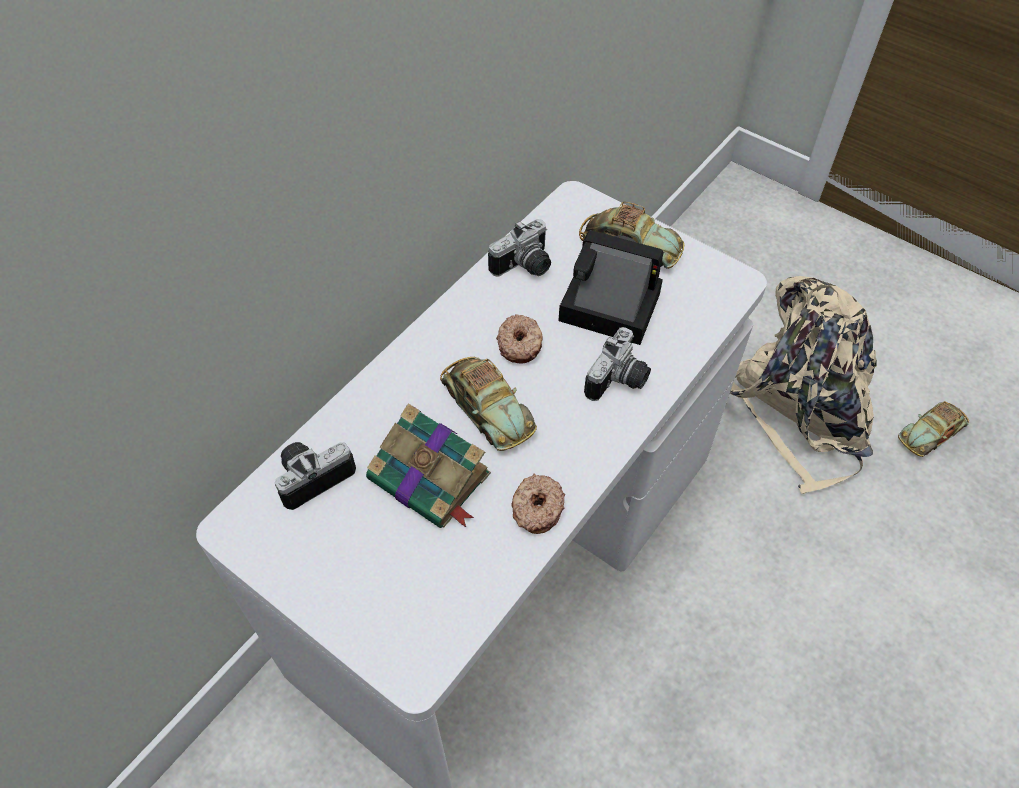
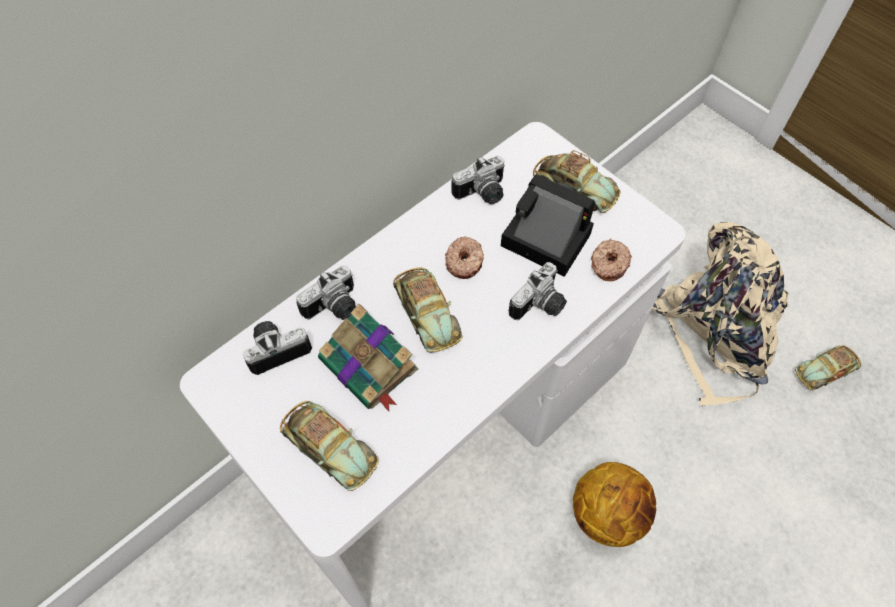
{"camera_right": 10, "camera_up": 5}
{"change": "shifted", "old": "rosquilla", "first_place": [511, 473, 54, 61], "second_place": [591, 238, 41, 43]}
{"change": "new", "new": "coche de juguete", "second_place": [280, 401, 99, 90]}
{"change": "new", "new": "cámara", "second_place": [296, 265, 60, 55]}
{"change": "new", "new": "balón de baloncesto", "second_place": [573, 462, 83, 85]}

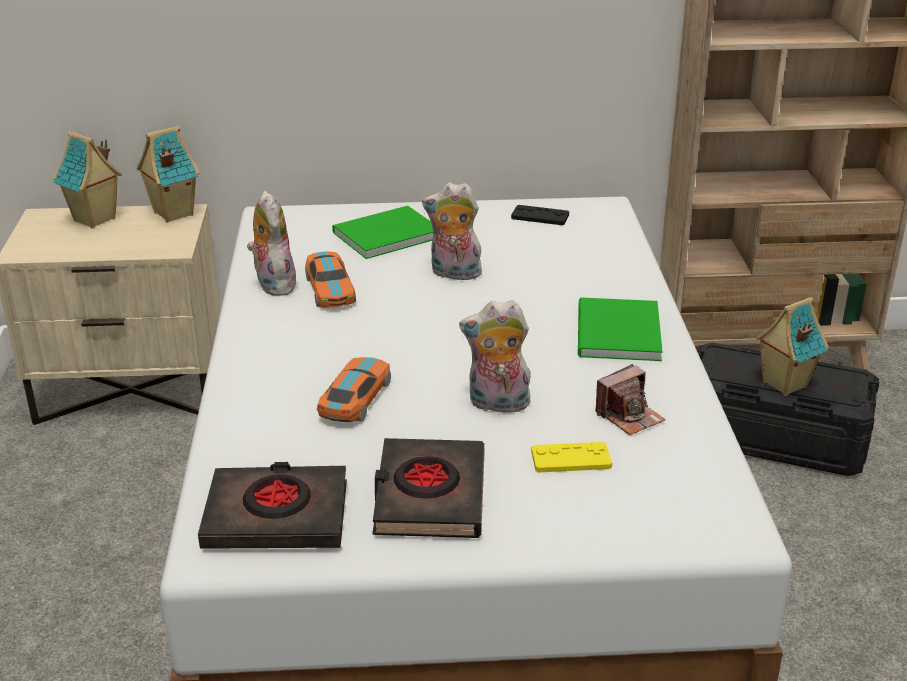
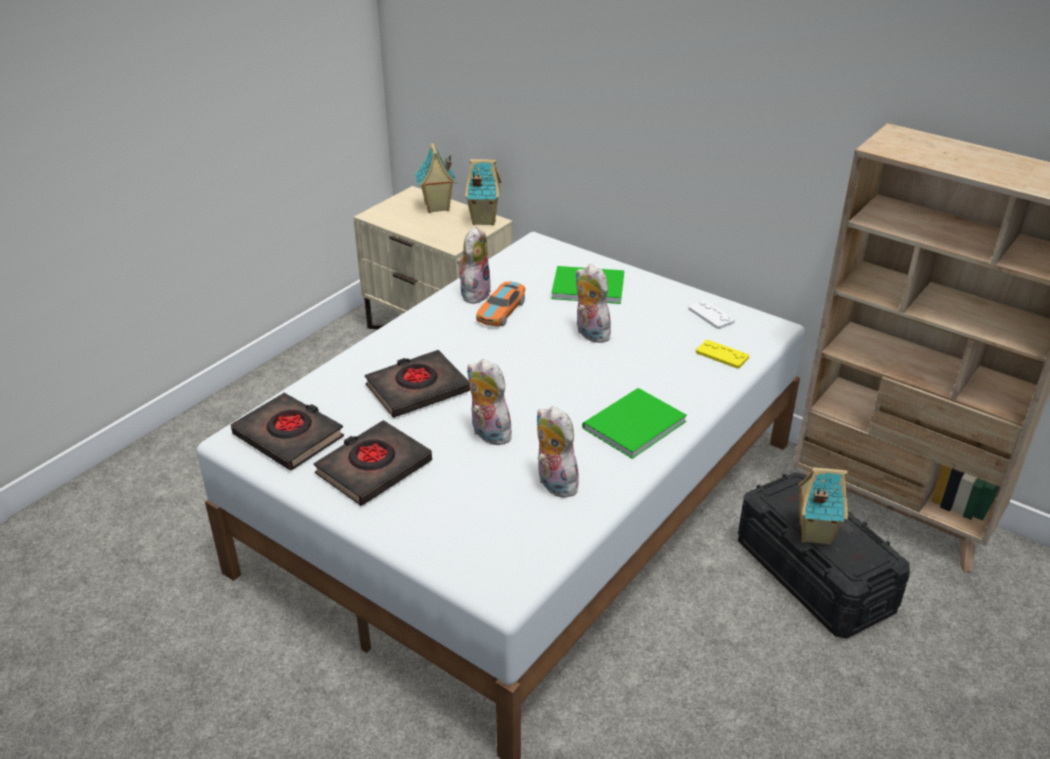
{"camera_right": 40, "camera_up": 5}
{"change": "swapped", "old": "coche de juguete", "new": "libro [negro]", "first_place": [317, 357, 74, 65], "second_place": [365, 350, 105, 68]}
{"change": "repainted", "old": "mando de consola [negro]", "new": "mando de consola [blanco]", "first_place": [511, 205, 58, 20], "second_place": [688, 300, 47, 29]}
{"change": "shifted", "old": "mando de consola [amarillo]", "first_place": [531, 442, 81, 31], "second_place": [696, 340, 53, 29]}
{"change": "swapped", "old": "cámara", "new": "peluche", "first_place": [595, 364, 71, 71], "second_place": [537, 406, 45, 92]}

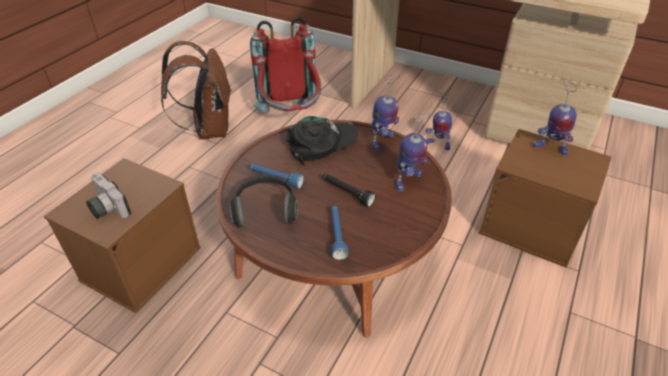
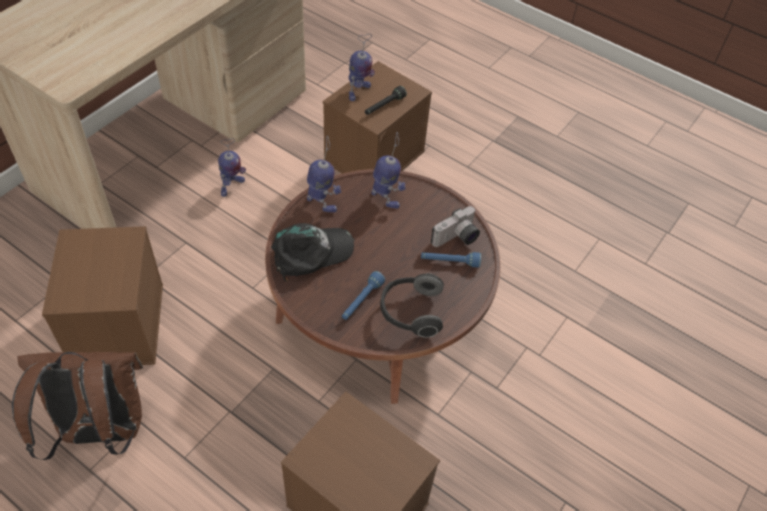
{"camera_right": -85, "camera_up": 10}
{"change": "shifted", "old": "cámara", "first_place": [86, 173, 45, 46], "second_place": [431, 206, 49, 41]}
{"change": "swapped", "old": "mochila [rojo]", "new": "caja de almacenaje [marrón]", "first_place": [250, 17, 71, 96], "second_place": [42, 226, 121, 139]}
{"change": "rotated", "old": "gorra [negro]", "first_place": [286, 116, 72, 49], "second_place": [271, 223, 84, 58], "degrees": 90}
{"change": "shifted", "old": "linterna [negro]", "first_place": [323, 174, 53, 33], "second_place": [365, 86, 42, 29]}

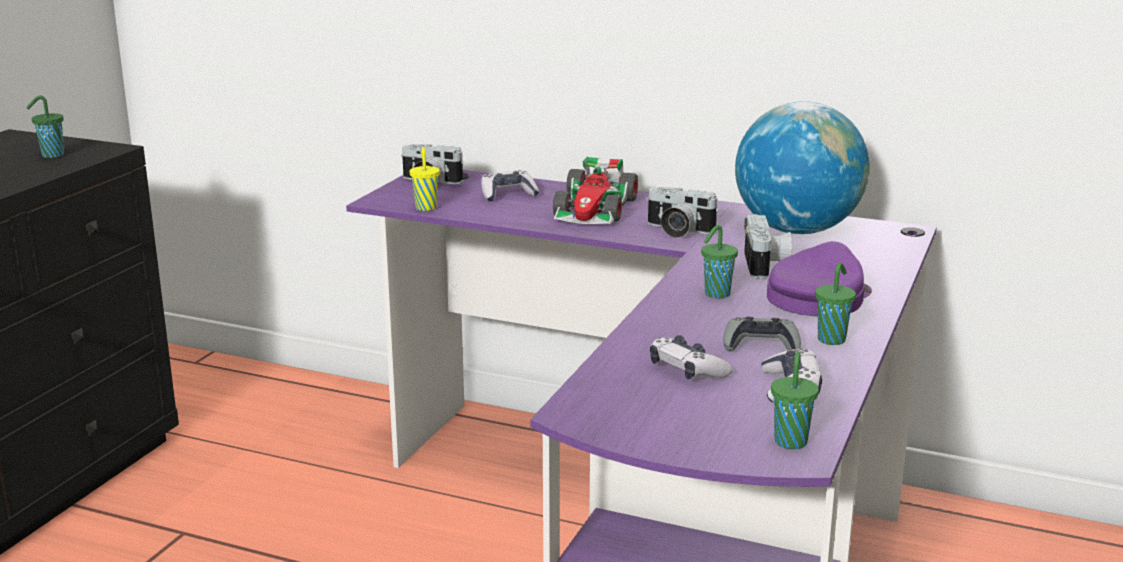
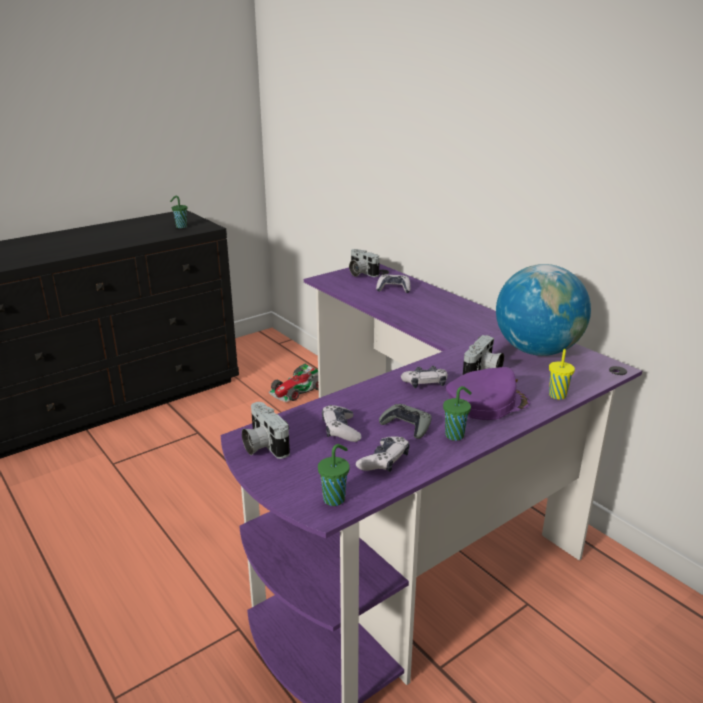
{"camera_right": 30, "camera_up": 5}
{"change": "shifted", "old": "taza [amarillo]", "first_place": [409, 148, 31, 63], "second_place": [549, 349, 26, 51]}
{"change": "shifted", "old": "coche de juguete", "first_place": [553, 157, 85, 67], "second_place": [268, 364, 51, 38]}
{"change": "shifted", "old": "cámara", "first_place": [646, 187, 73, 51], "second_place": [242, 402, 48, 57]}
{"change": "swapped", "old": "taza [verde]", "new": "mando de consola", "first_place": [701, 225, 37, 73], "second_place": [401, 366, 47, 22]}

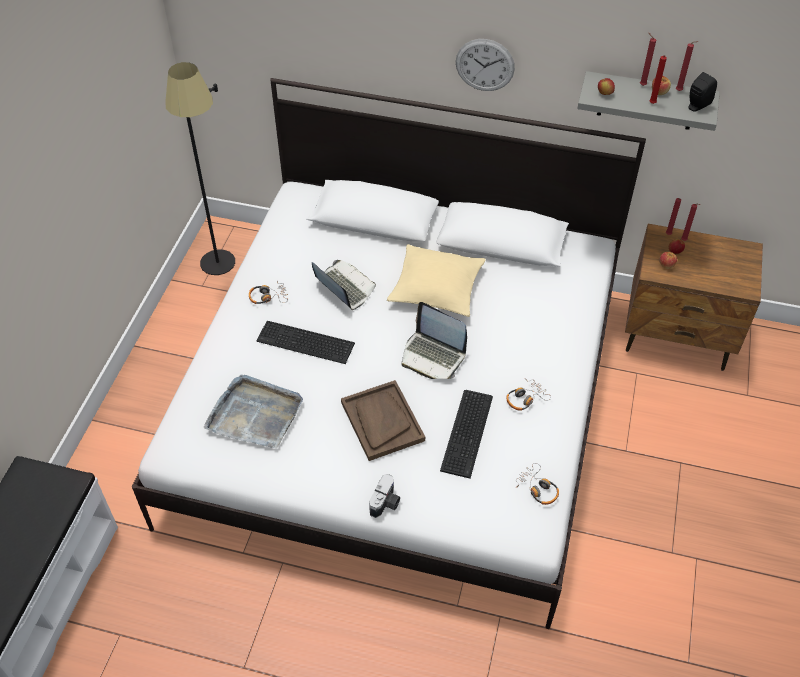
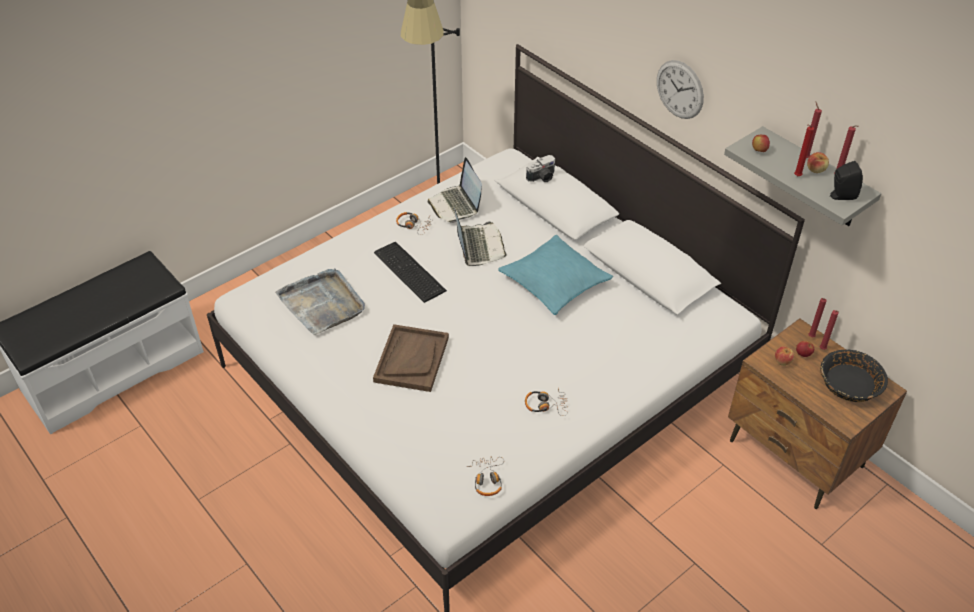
{"camera_right": 35, "camera_up": -5}
{"change": "shifted", "old": "cámara", "first_place": [370, 474, 30, 44], "second_place": [526, 155, 29, 27]}
{"change": "repainted", "old": "cojín [beis]", "new": "cojín [turquesa]", "first_place": [387, 244, 99, 73], "second_place": [498, 235, 115, 80]}
{"change": "shifted", "old": "portátil", "first_place": [402, 302, 65, 77], "second_place": [428, 157, 54, 66]}
{"change": "gone", "old": "teclado", "first_place": [440, 390, 53, 89]}
{"change": "new", "new": "cuenco [negro]", "second_place": [820, 350, 68, 52]}

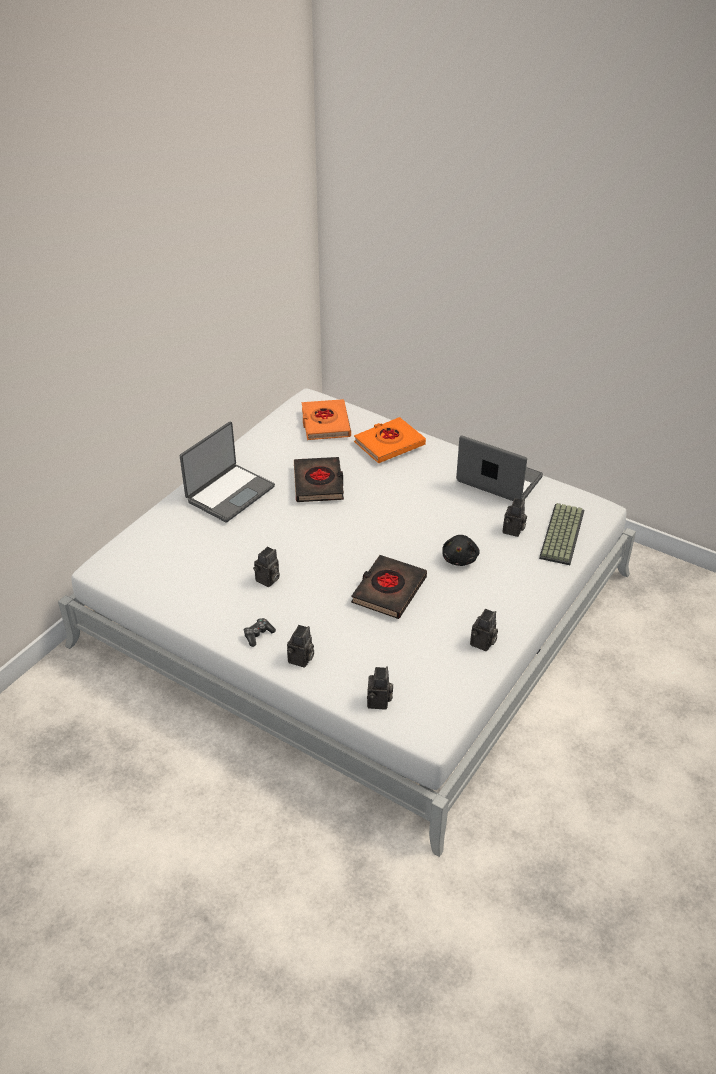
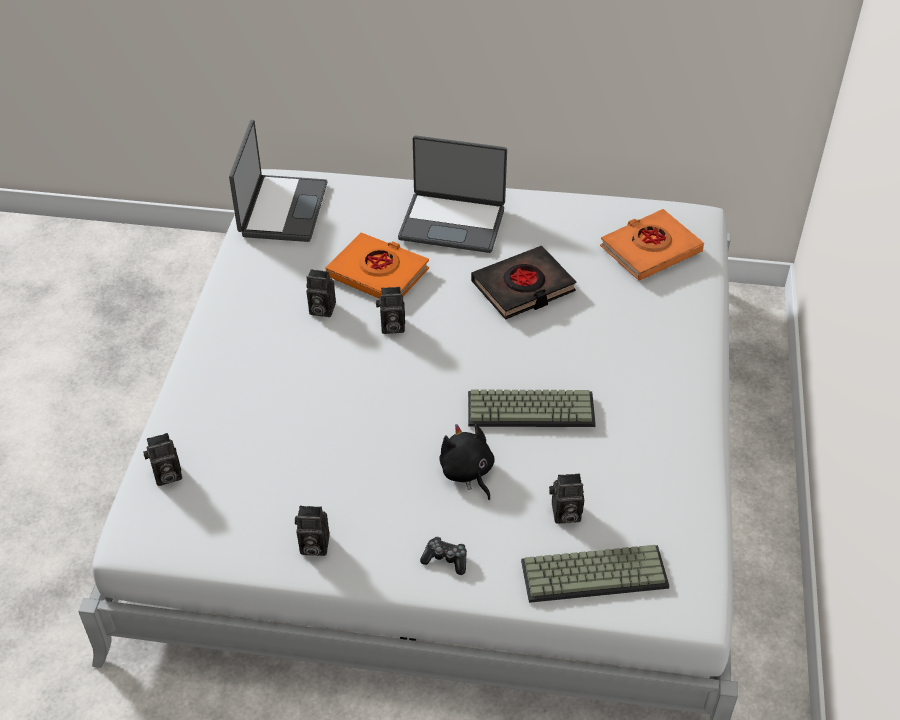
{"camera_right": 65, "camera_up": 5}
{"change": "shifted", "old": "mando de consola", "first_place": [244, 618, 32, 29], "second_place": [420, 537, 47, 38]}
{"change": "shifted", "old": "cámara", "first_place": [287, 625, 27, 43], "second_place": [376, 287, 29, 47]}
{"change": "gone", "old": "libro [negro]", "first_place": [351, 555, 76, 64]}
{"change": "shifted", "old": "libro [naranja]", "first_place": [354, 417, 72, 46], "second_place": [326, 233, 103, 66]}
{"change": "rotated", "old": "peluche [negro]", "first_place": [442, 535, 38, 31], "second_place": [440, 424, 55, 76], "degrees": 75}
{"change": "shifted", "old": "portátil", "first_place": [456, 435, 87, 66], "second_place": [229, 120, 98, 122]}
{"change": "new", "new": "teclado", "second_place": [468, 389, 128, 38]}

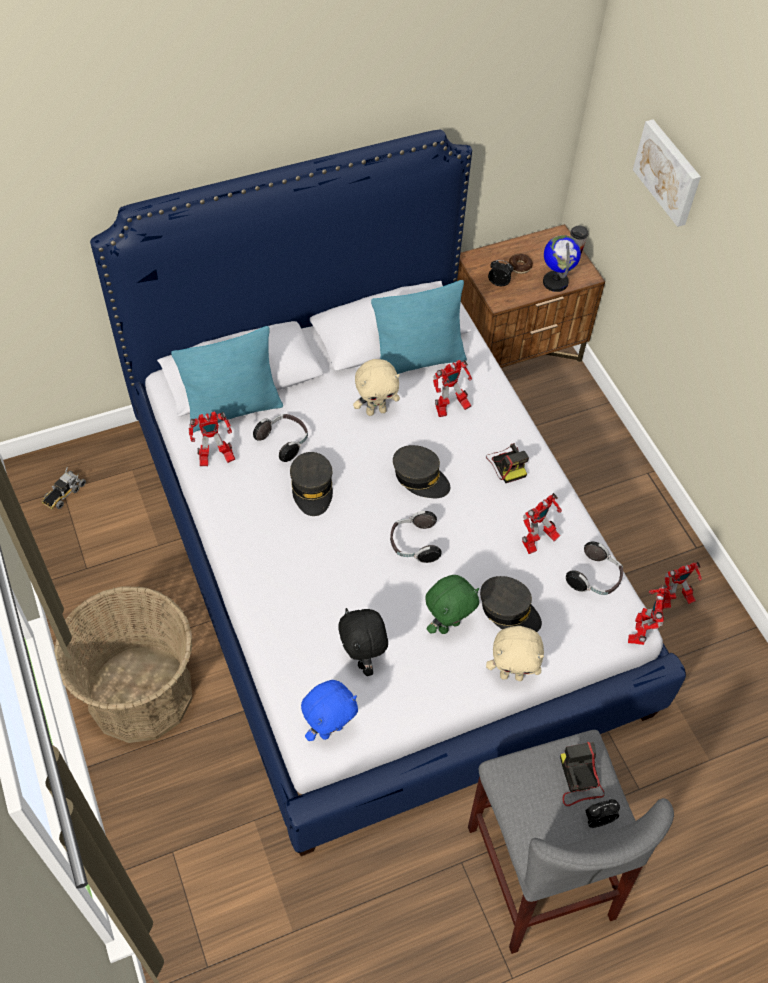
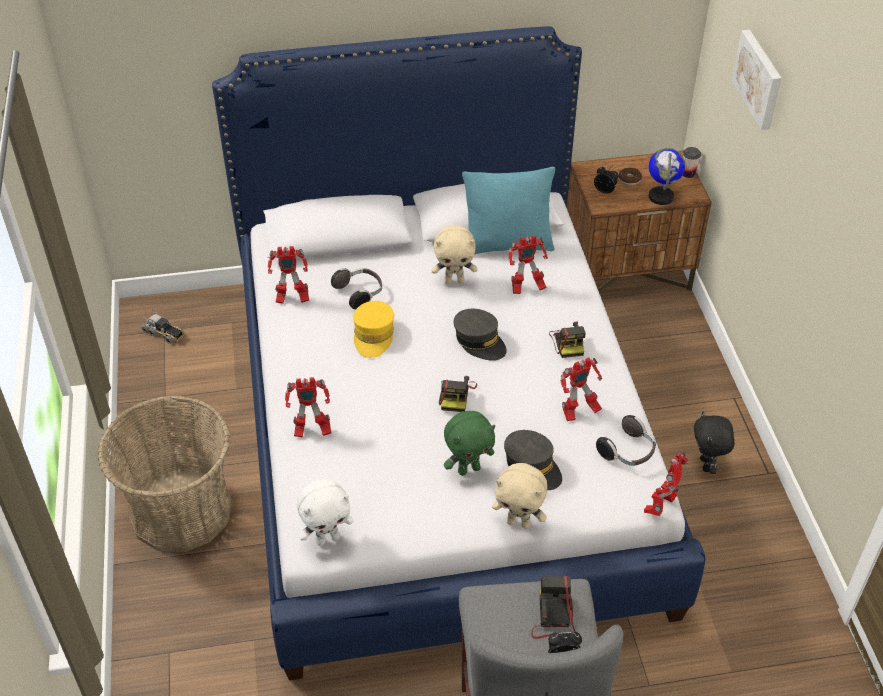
{"camera_right": 15, "camera_up": -10}
{"change": "rotated", "old": "camión de juguete", "first_place": [42, 467, 44, 43], "second_place": [141, 309, 43, 35], "degrees": -105}
{"change": "gone", "old": "cojín [turquesa]", "first_place": [171, 326, 112, 107]}
{"change": "repainted", "old": "gorra [gris]", "new": "gorra [amarillo]", "first_place": [290, 452, 43, 64], "second_place": [353, 301, 41, 57]}
{"change": "repainted", "old": "peluche [azul]", "new": "peluche [blanco]", "first_place": [301, 680, 57, 61], "second_place": [297, 479, 56, 67]}
{"change": "shifted", "old": "peluche [negro]", "first_place": [338, 608, 50, 68], "second_place": [694, 412, 40, 62]}
{"change": "swapped", "old": "auriculares", "new": "cámara", "first_place": [390, 511, 52, 52], "second_place": [439, 376, 38, 36]}
{"change": "shifted", "old": "robot de juguete", "first_place": [663, 562, 39, 47], "second_place": [285, 377, 46, 60]}

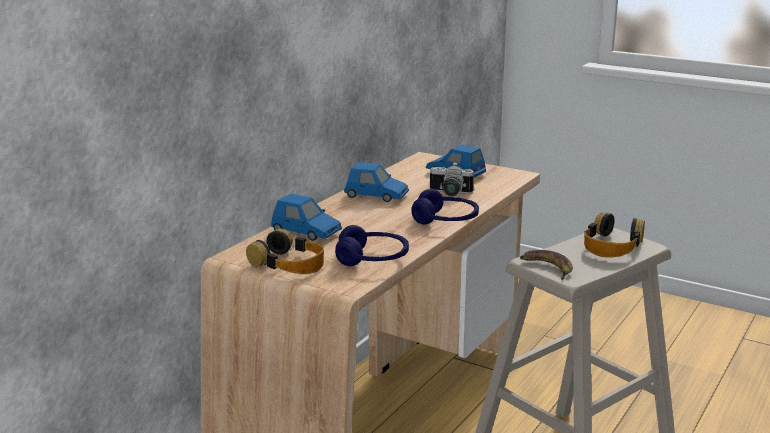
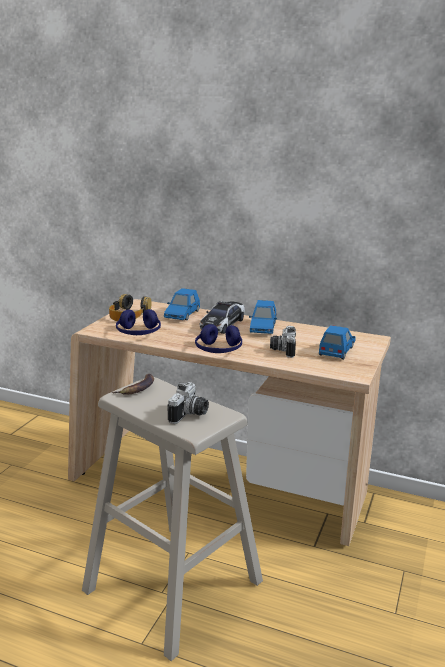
{"camera_right": 80, "camera_up": 0}
{"change": "swapped", "old": "auriculares", "new": "cámara", "first_place": [584, 212, 61, 45], "second_place": [168, 382, 41, 42]}
{"change": "new", "new": "coche de juguete", "second_place": [200, 301, 45, 33]}

